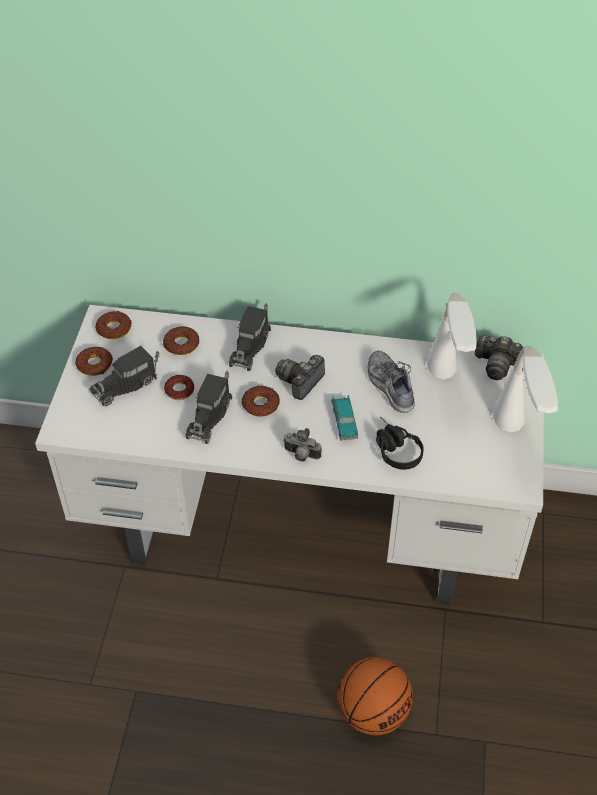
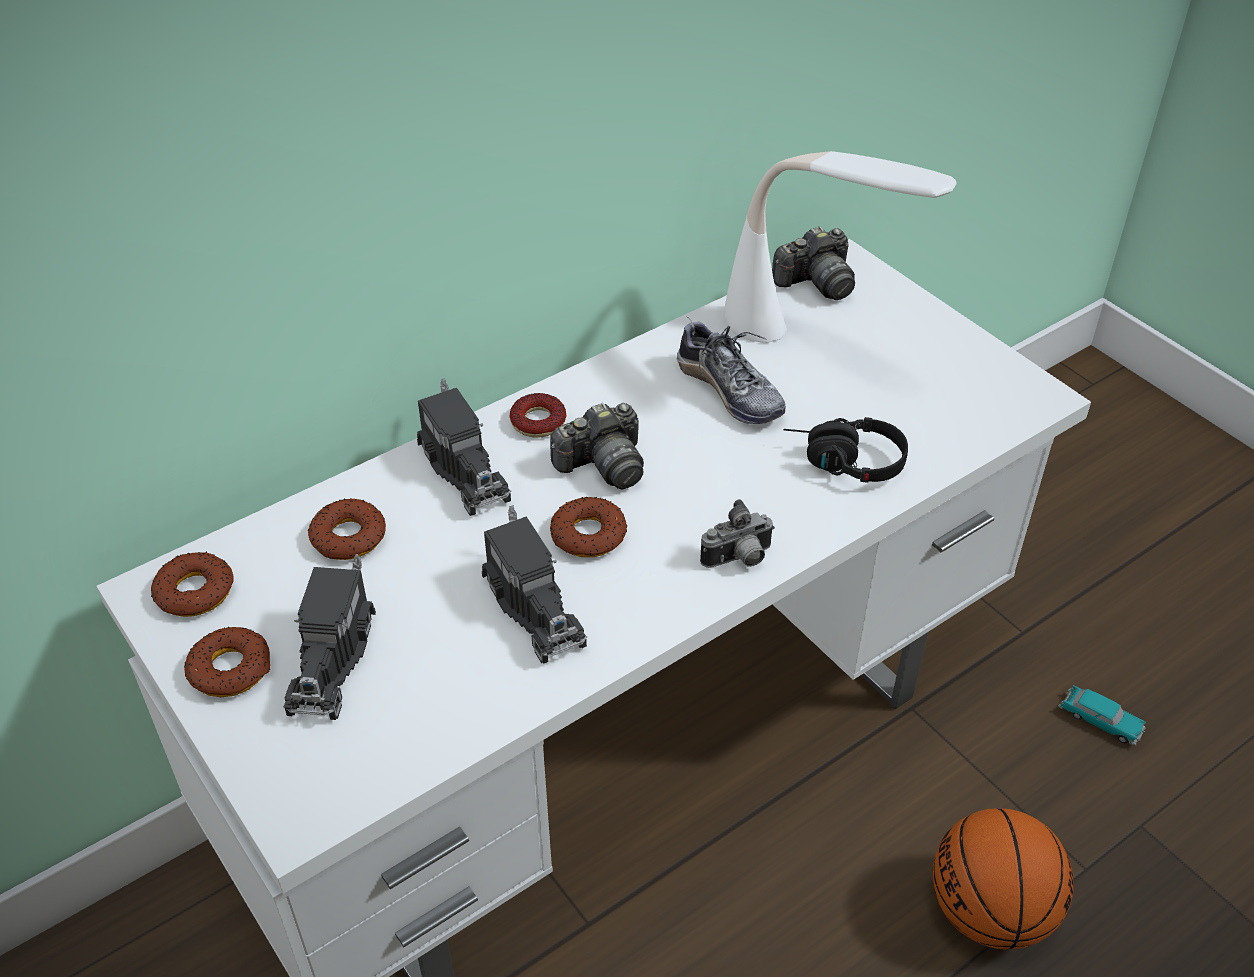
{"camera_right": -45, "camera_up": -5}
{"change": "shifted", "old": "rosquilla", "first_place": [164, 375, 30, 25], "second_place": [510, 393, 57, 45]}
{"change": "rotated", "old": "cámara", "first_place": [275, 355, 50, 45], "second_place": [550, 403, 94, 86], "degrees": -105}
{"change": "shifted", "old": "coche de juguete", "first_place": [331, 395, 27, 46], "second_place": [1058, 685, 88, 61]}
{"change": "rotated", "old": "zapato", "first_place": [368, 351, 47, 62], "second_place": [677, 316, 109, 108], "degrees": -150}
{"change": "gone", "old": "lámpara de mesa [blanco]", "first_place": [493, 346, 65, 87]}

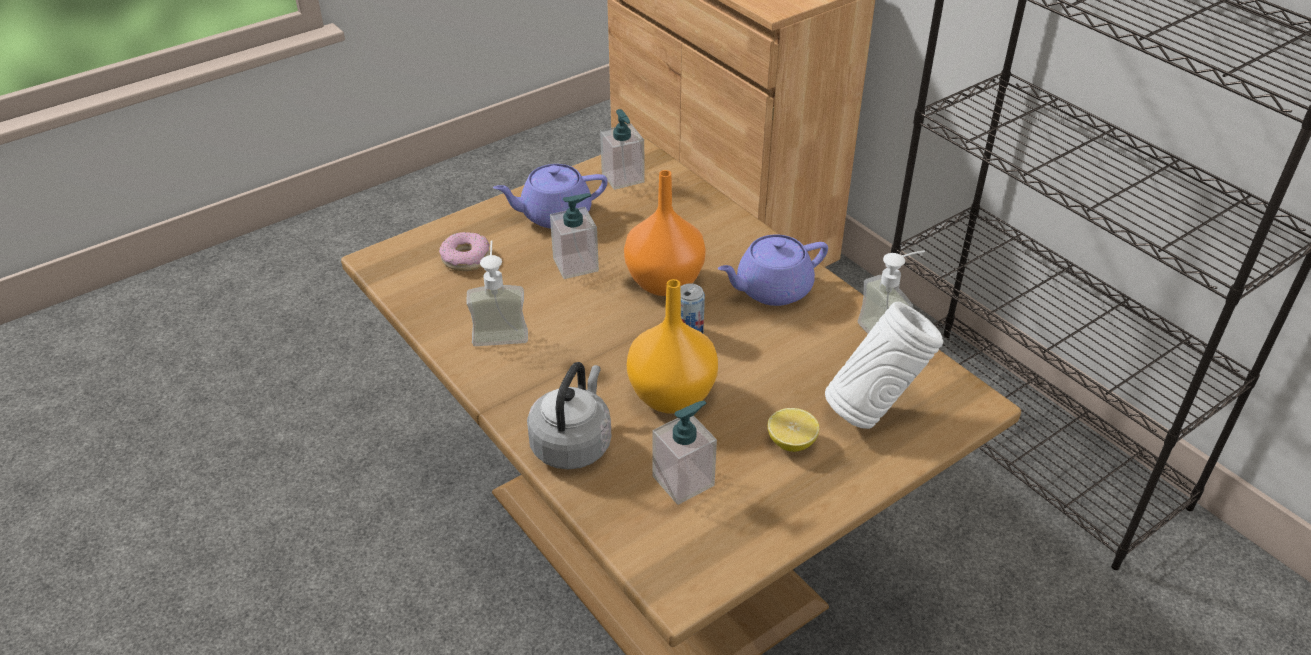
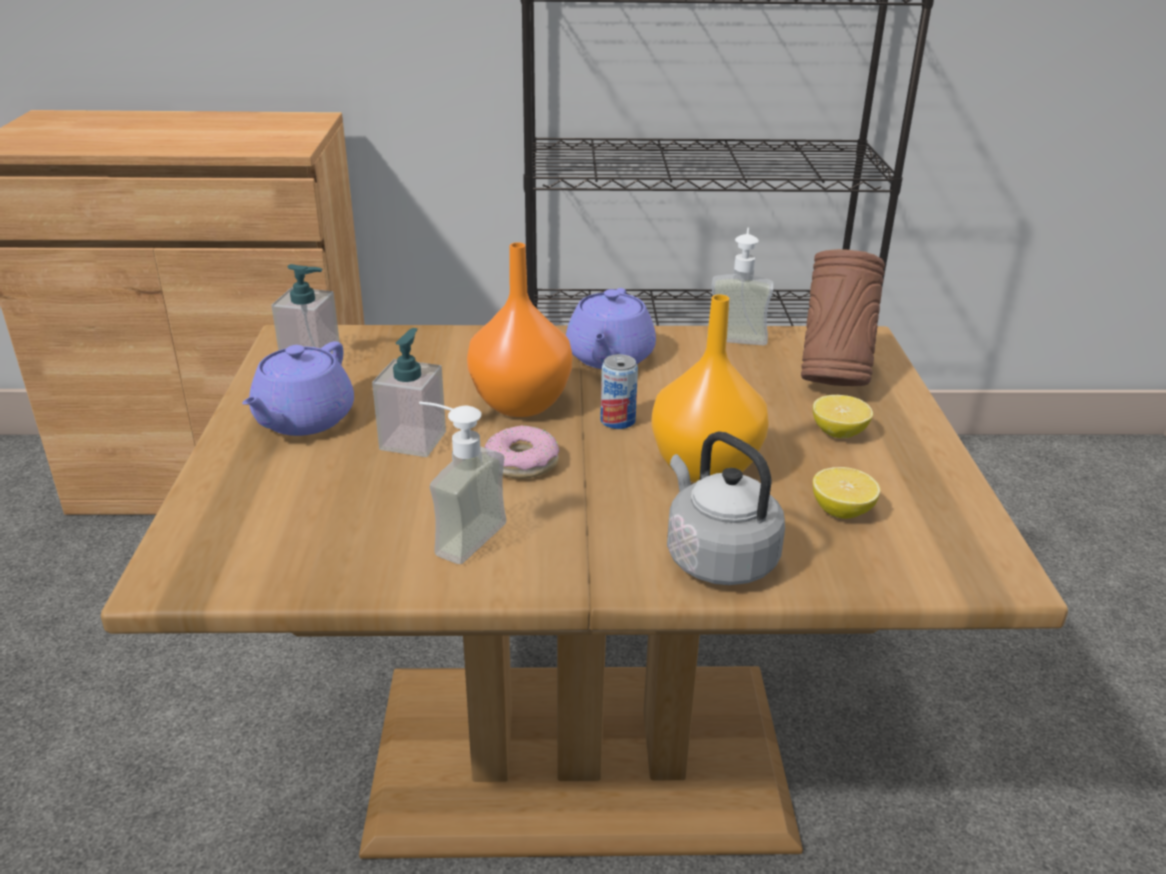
{"camera_right": -55, "camera_up": -10}
{"change": "shifted", "old": "rosquilla", "first_place": [439, 232, 51, 39], "second_place": [485, 425, 74, 54]}
{"change": "swapped", "old": "dispensador de jabón", "new": "limón", "first_place": [652, 401, 65, 104], "second_place": [813, 467, 67, 52]}
{"change": "repainted", "old": "florero [blanco]", "new": "florero [marrón]", "first_place": [825, 302, 119, 127], "second_place": [801, 249, 84, 137]}

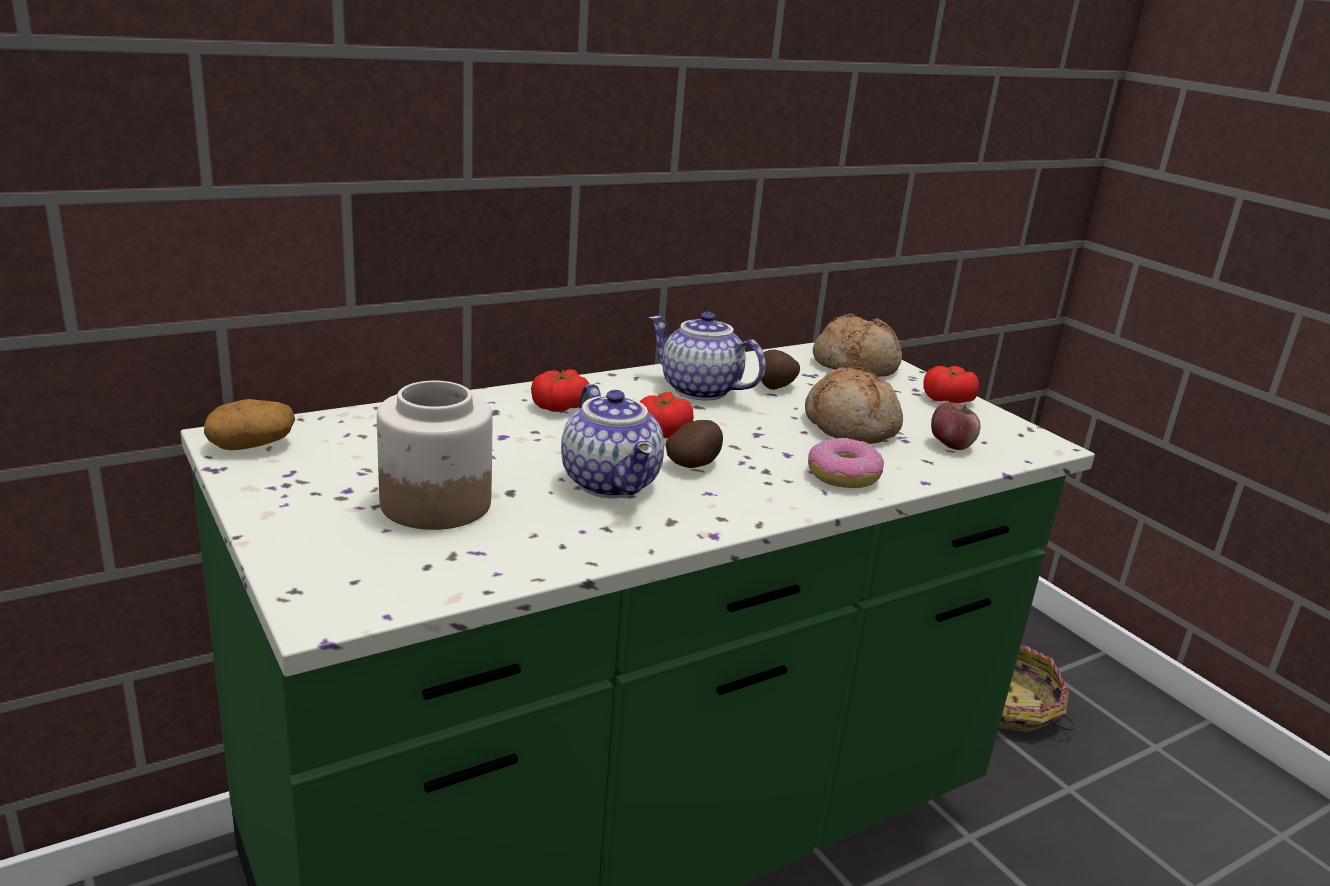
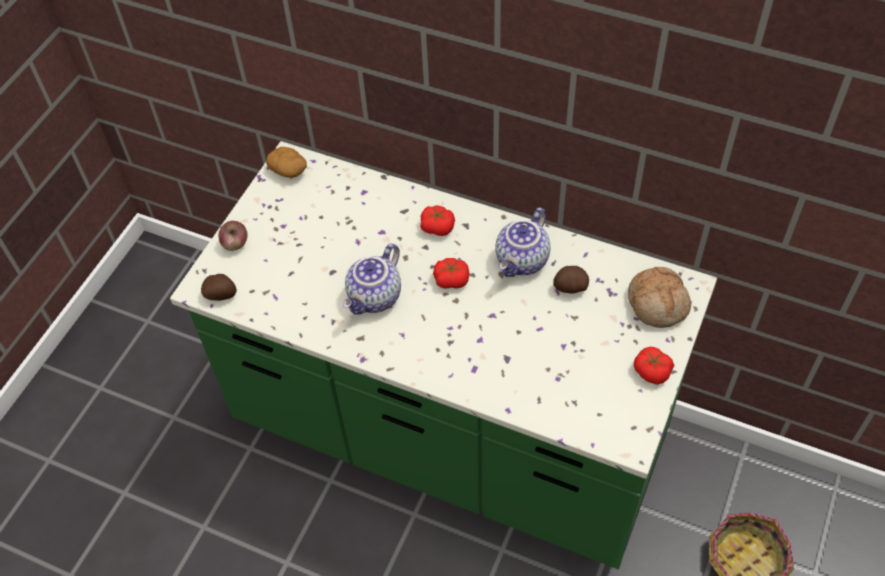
{"camera_right": 60, "camera_up": 30}
{"change": "gone", "old": "tarro", "first_place": [377, 381, 116, 149]}
{"change": "rotated", "old": "tetera", "first_place": [649, 312, 117, 88], "second_place": [495, 208, 55, 69], "degrees": -150}
{"change": "shifted", "old": "patata", "first_place": [666, 420, 57, 48], "second_place": [201, 274, 36, 27]}
{"change": "gone", "old": "pan", "first_place": [805, 367, 98, 77]}
{"change": "gone", "old": "rosquilla", "first_place": [808, 438, 76, 50]}
{"change": "shifted", "old": "manzana", "first_place": [931, 402, 49, 48], "second_place": [219, 221, 28, 30]}

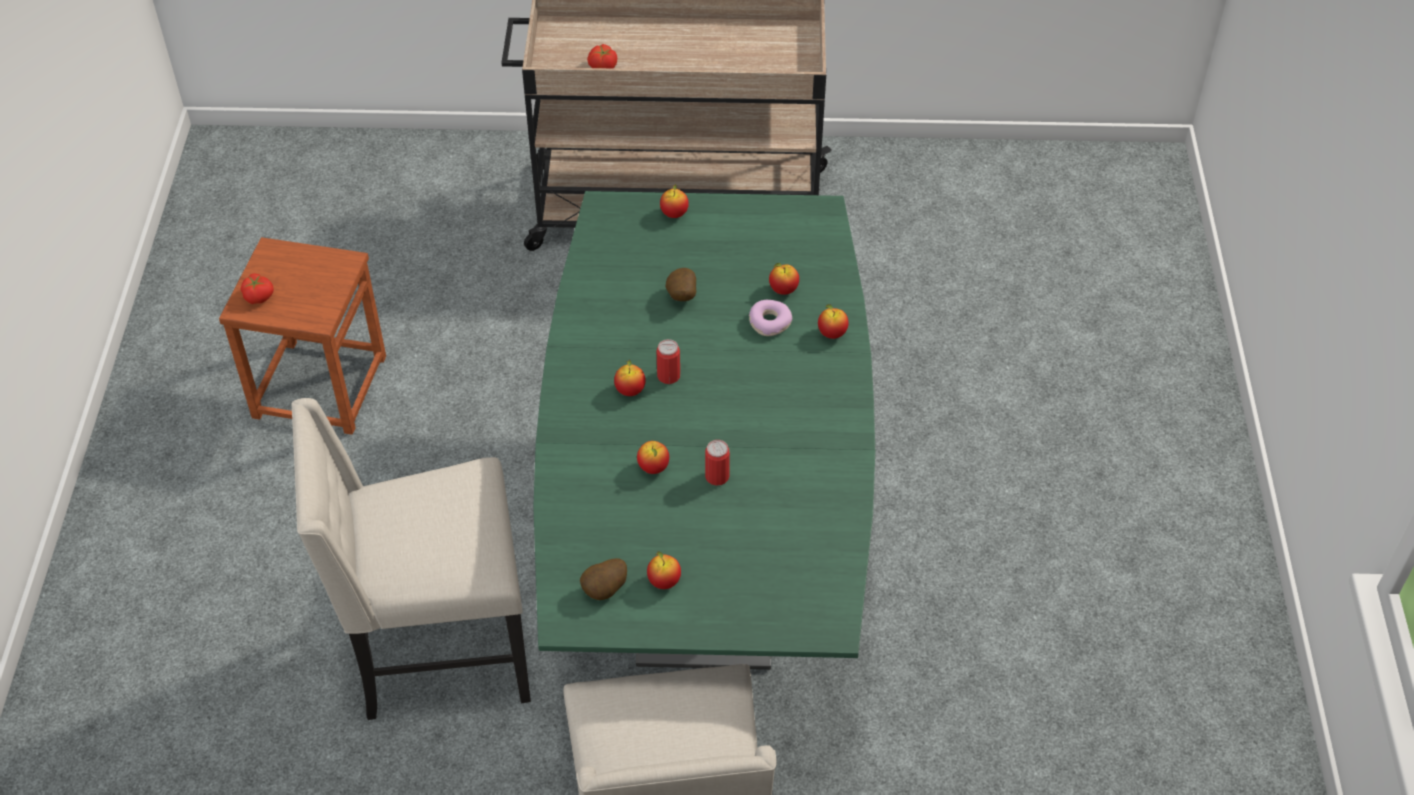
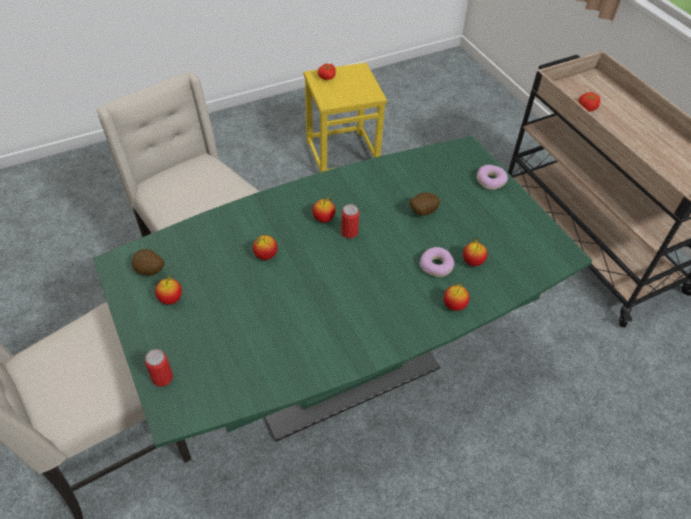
{"camera_right": 60, "camera_up": 0}
{"change": "repainted", "old": "taburete [marrón]", "new": "taburete [amarillo]", "first_place": [219, 237, 167, 198], "second_place": [303, 63, 84, 110]}
{"change": "swapped", "old": "manzana", "new": "rosquilla", "first_place": [660, 184, 29, 34], "second_place": [477, 165, 31, 25]}
{"change": "shifted", "old": "lata", "first_place": [705, 440, 25, 46], "second_place": [145, 349, 28, 38]}

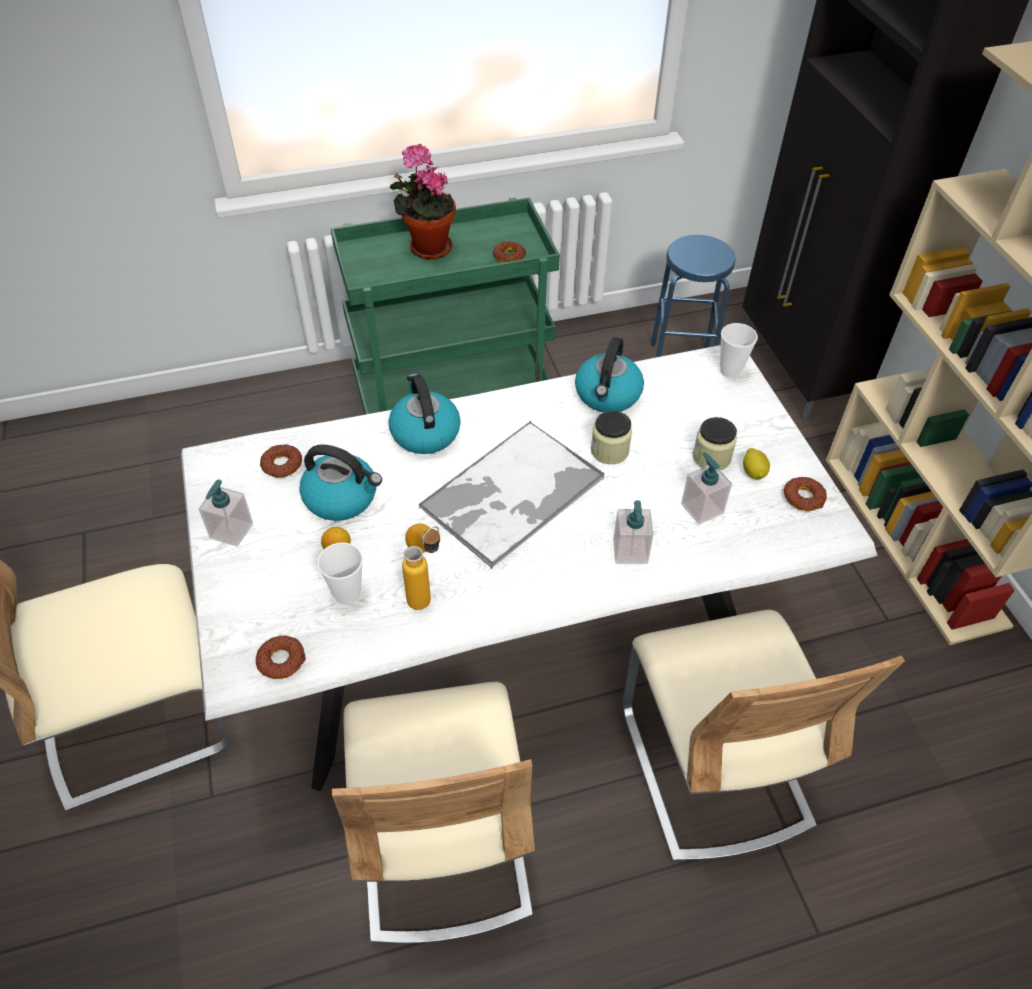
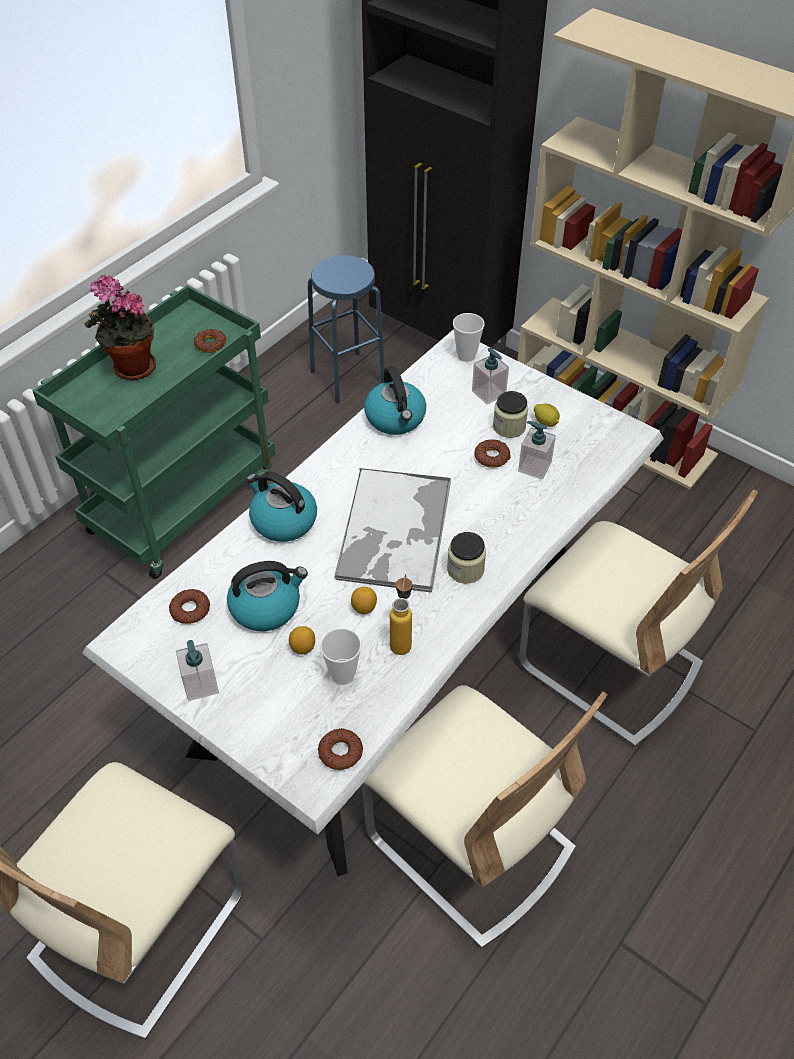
{"camera_right": -35, "camera_up": 0}
{"change": "shifted", "old": "tarro", "first_place": [591, 411, 41, 53], "second_place": [447, 532, 39, 52]}
{"change": "shifted", "old": "dispensador de jabón", "first_place": [613, 500, 40, 64], "second_place": [472, 347, 37, 58]}
{"change": "shifted", "old": "rosquilla", "first_place": [784, 477, 43, 34], "second_place": [474, 439, 37, 29]}

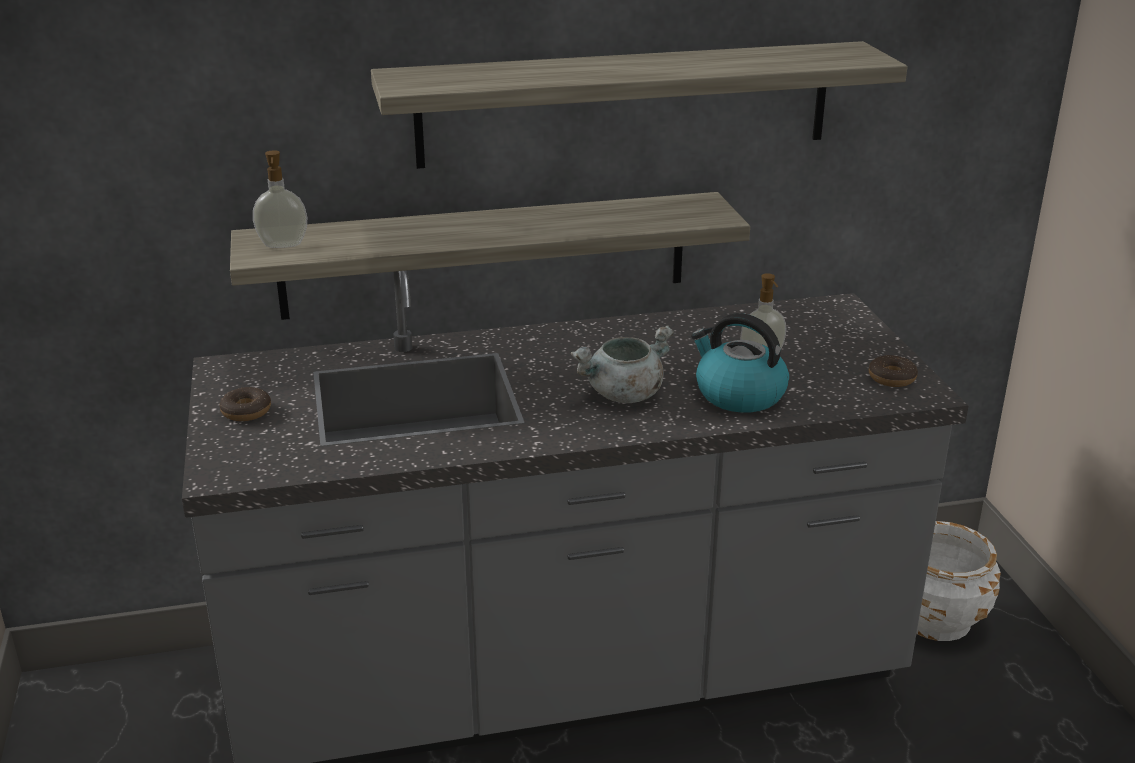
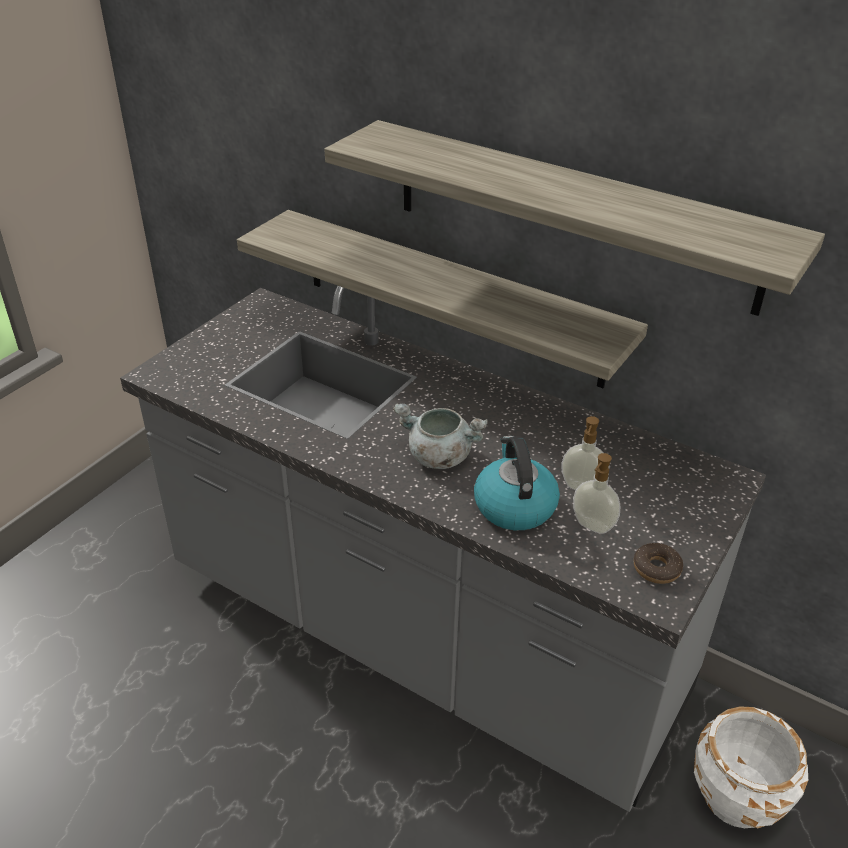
{"camera_right": 45, "camera_up": 10}
{"change": "gone", "old": "rosquilla", "first_place": [219, 387, 52, 34]}
{"change": "shifted", "old": "dispensador de jabón", "first_place": [253, 150, 54, 98], "second_place": [573, 453, 47, 81]}

